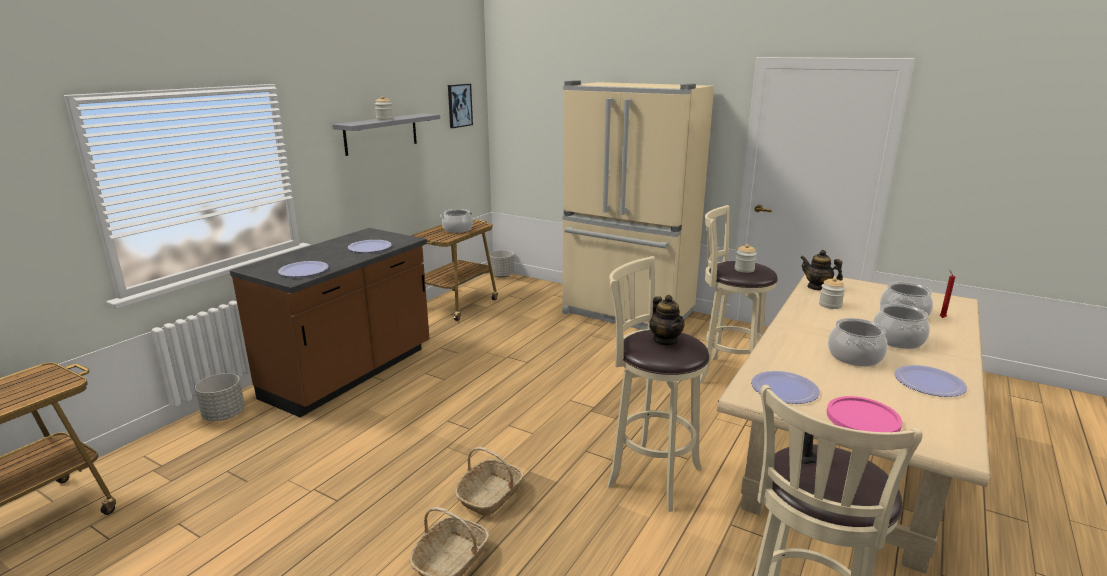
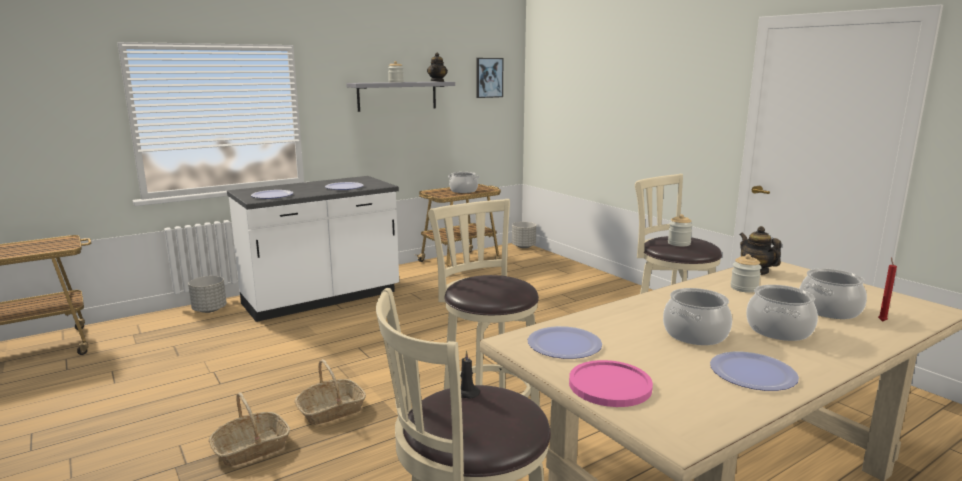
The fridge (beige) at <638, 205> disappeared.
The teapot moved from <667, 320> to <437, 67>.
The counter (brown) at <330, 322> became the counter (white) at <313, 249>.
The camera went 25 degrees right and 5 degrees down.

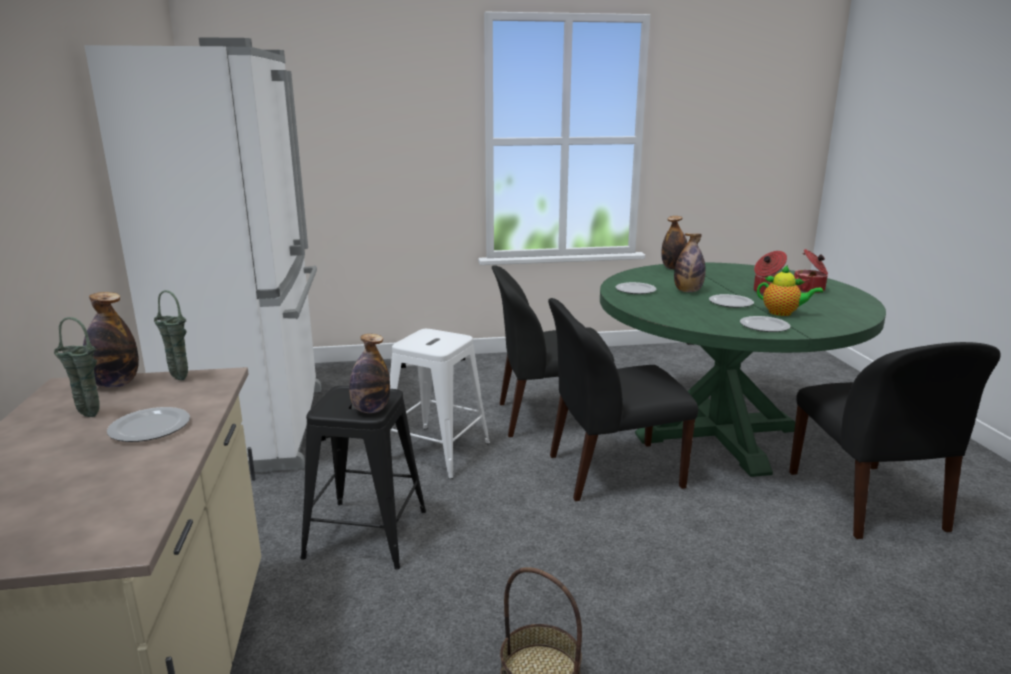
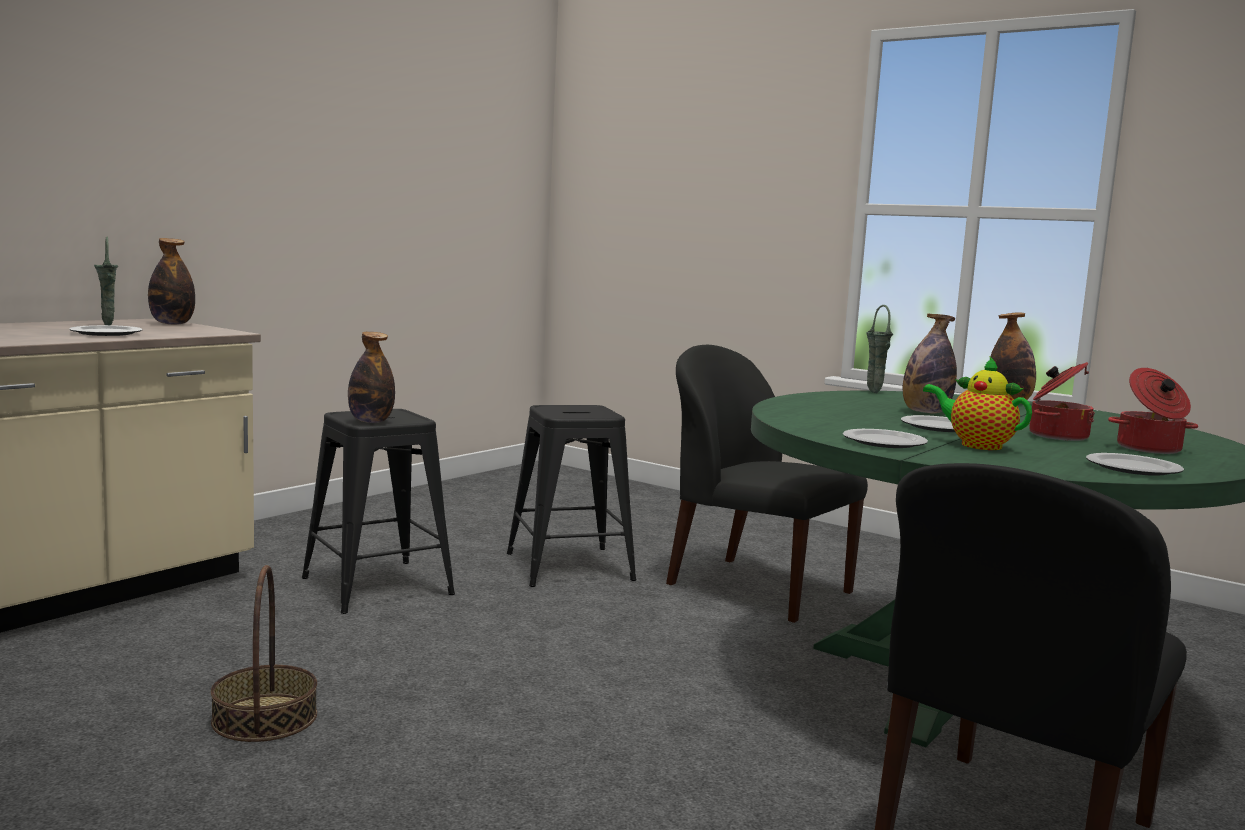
The fridge (white) at <202, 255> disappeared.
The chair (black) at <623, 399> disappeared.
The vase (green) moved from <171, 335> to <879, 349>.
The plate moved from <636, 288> to <1135, 464>.
The stool (white) at <440, 404> became the stool (black) at <571, 496>.
The teapot at <790, 290> turned 150 degrees clockwise.
The camera went 45 degrees right and 10 degrees down.

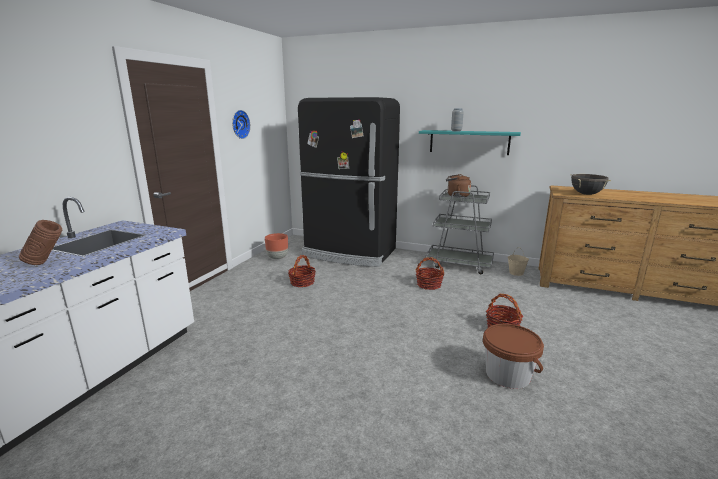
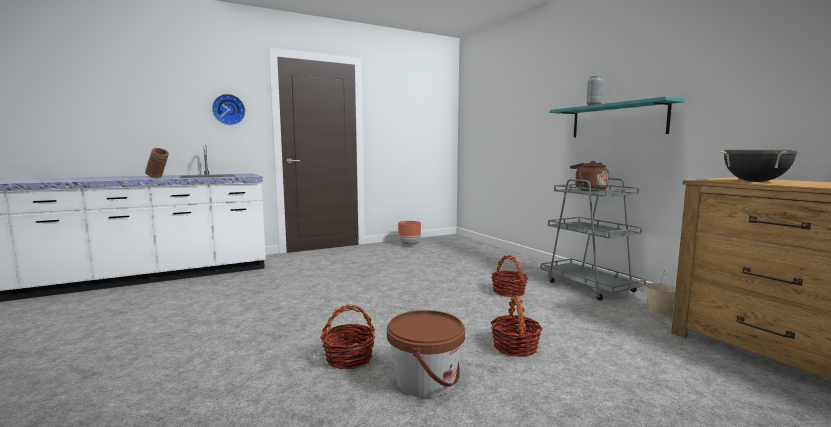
The fridge (black) at <349, 182> disappeared.
The wall clock moved from <241, 124> to <228, 109>.
The basket moved from <302, 271> to <347, 337>.
The camera went 40 degrees right and 10 degrees down.

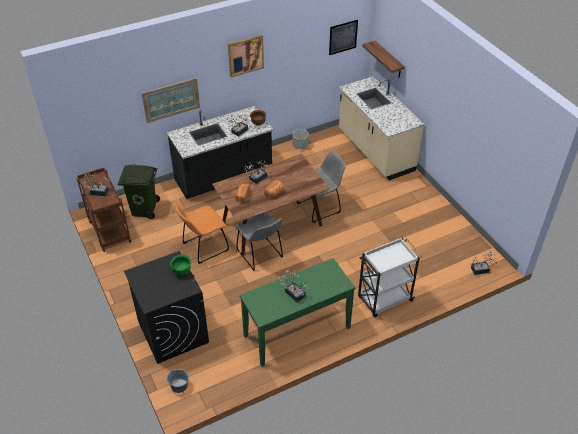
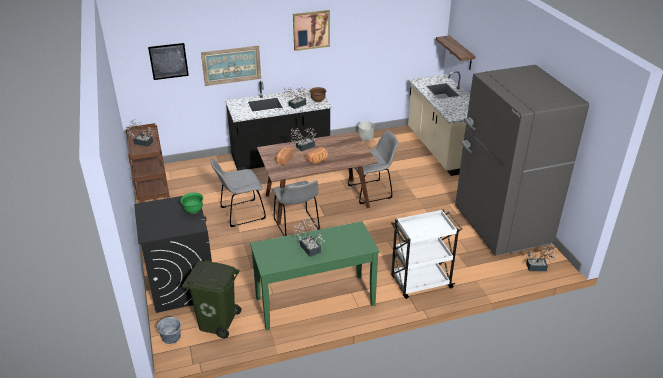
The fridge (grey) at <522, 160> appeared.
The trash can (green) moved from <139, 192> to <211, 299>.
The picture moved from <343, 37> to <168, 61>.
The chair (orange) at <201, 234> became the chair (grey) at <238, 192>.
The camera went 10 degrees right and 10 degrees down.

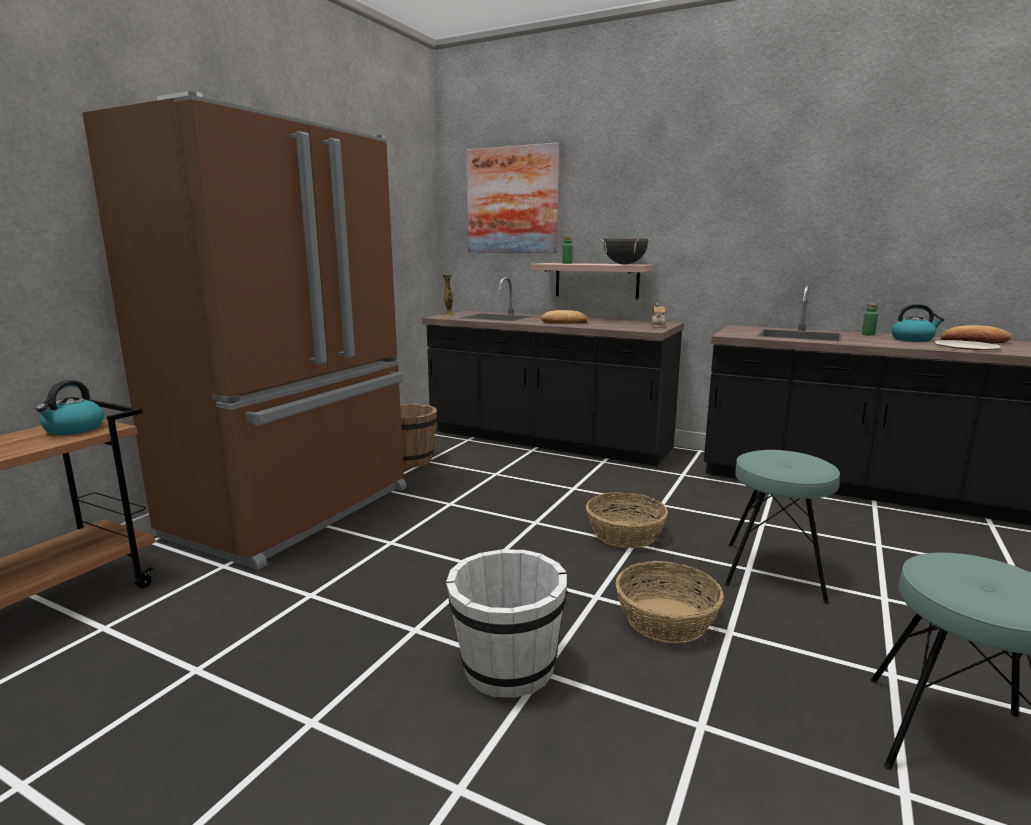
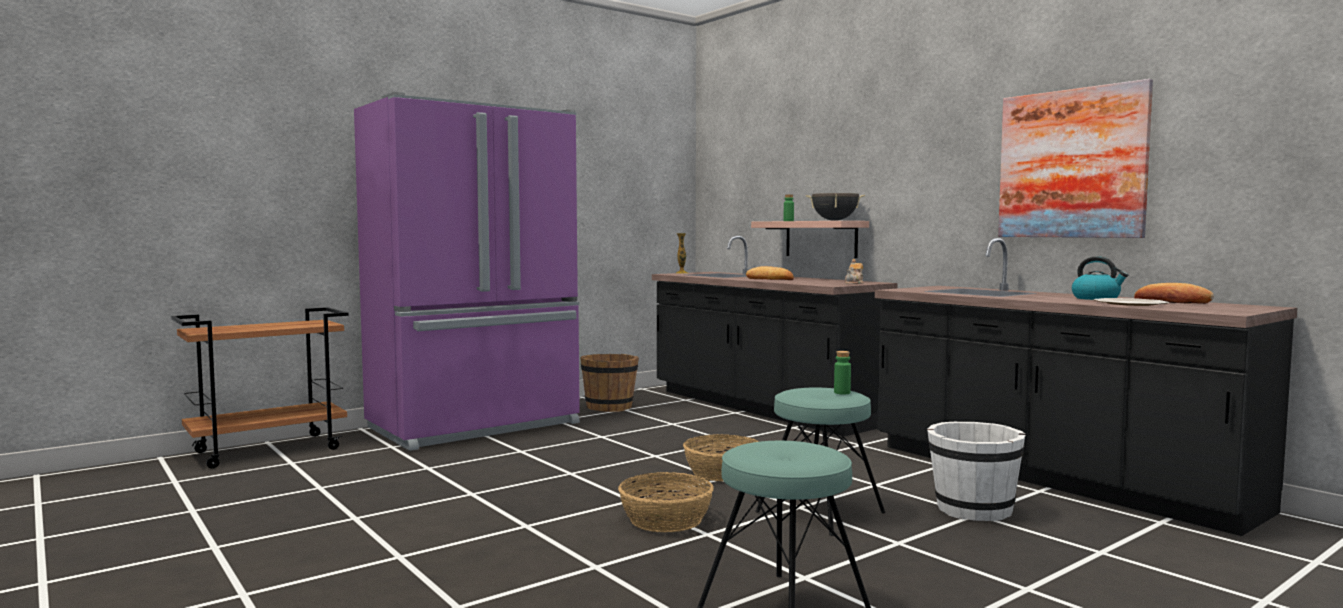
The kettle at <70, 407> disappeared.
The bucket (white) moved from <506, 623> to <976, 471>.
The picture moved from <512, 198> to <1075, 158>.
The bottle (green) moved from <870, 320> to <842, 373>.
The fridge (brown) at <244, 330> became the fridge (purple) at <467, 271>.
The camera went 25 degrees right and 10 degrees down.

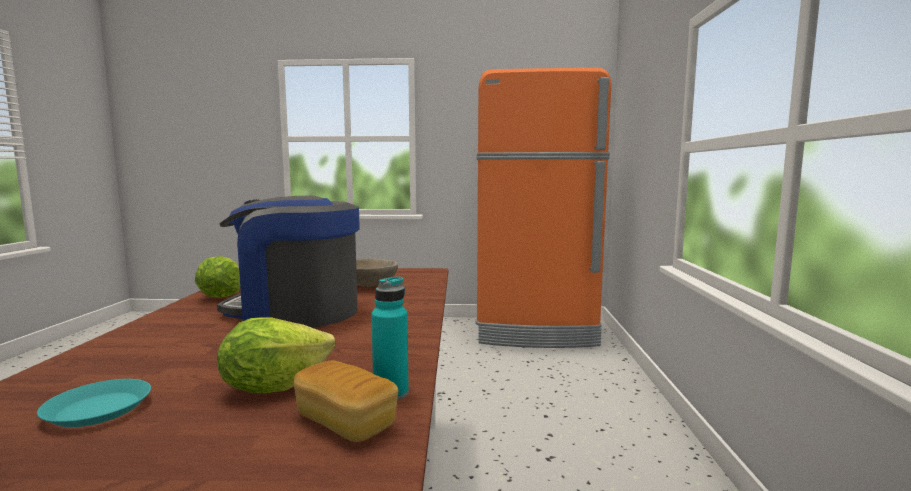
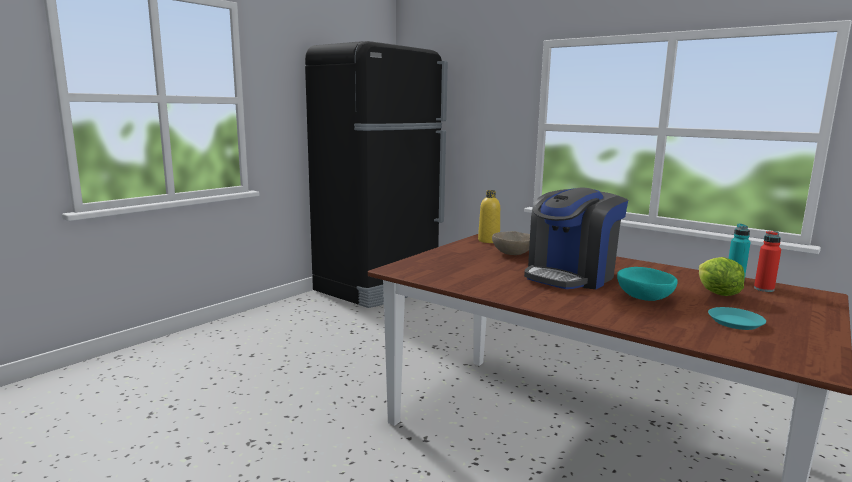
The lettuce at <217, 277> disappeared.
The bottle (yellow) at <489, 216> appeared.
The bowl (turquoise) at <647, 284> appeared.
The bread at <346, 401> was replaced by the bottle (red) at <767, 261>.
The fridge (orange) at <543, 208> became the fridge (black) at <376, 174>.
The camera went 55 degrees left and 5 degrees up.

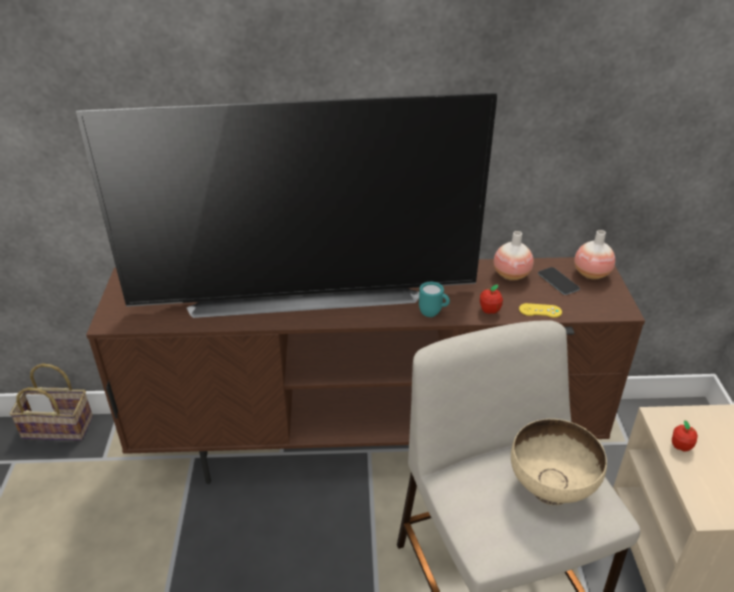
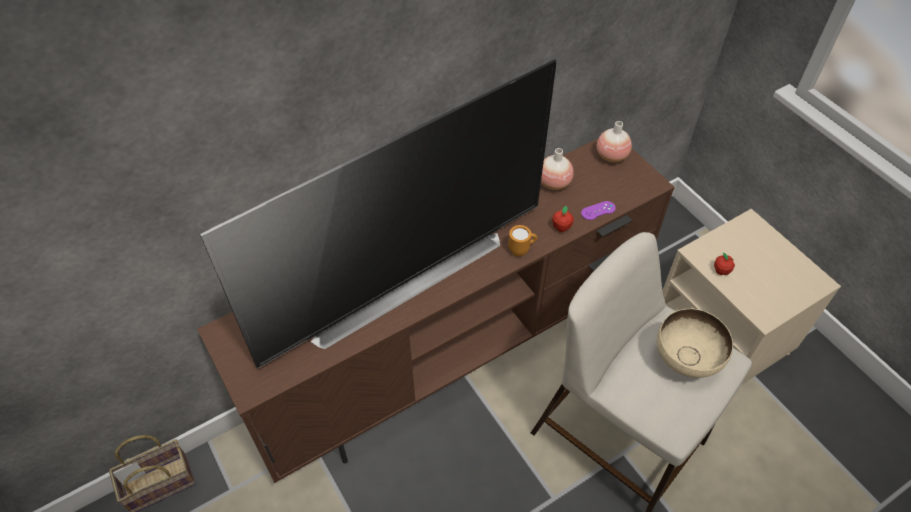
The phone at <559, 281> disappeared.
The mug (turquoise) at <434, 299> became the mug (orange) at <522, 240>.
The game controller (yellow) at <540, 310> became the game controller (purple) at <598, 210>.
The camera went 30 degrees left and 15 degrees up.

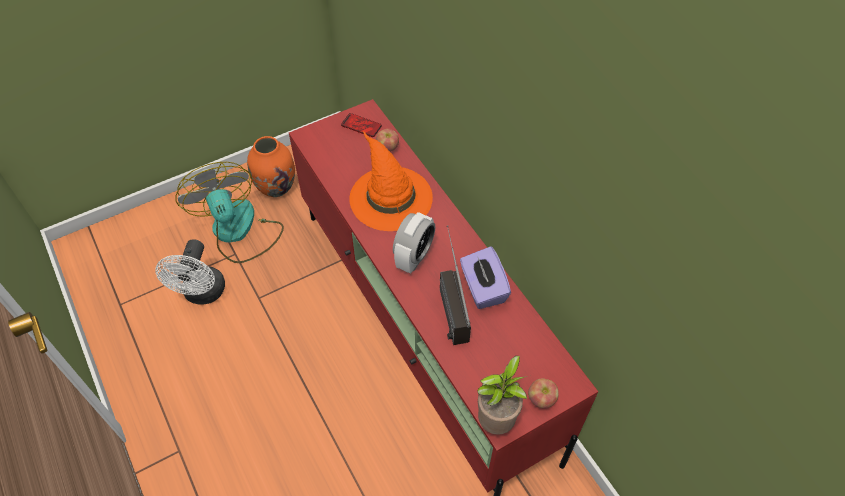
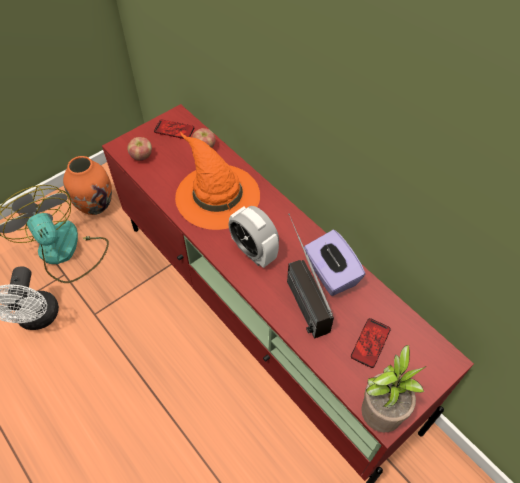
The phone at <371, 343> appeared.
The apple moved from <543, 393> to <139, 149>.
The alarm clock at <414, 243> turned 120 degrees clockwise.
The camera went 10 degrees left and 0 degrees up.

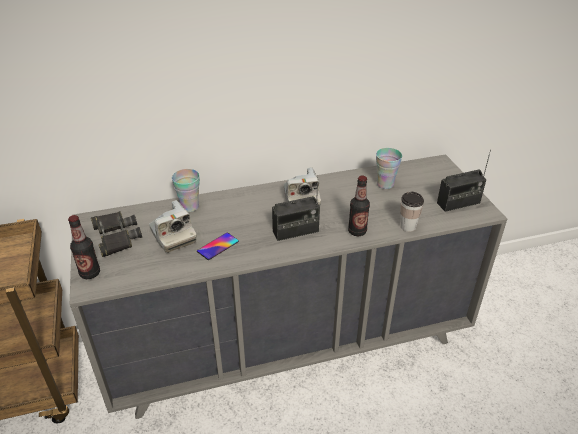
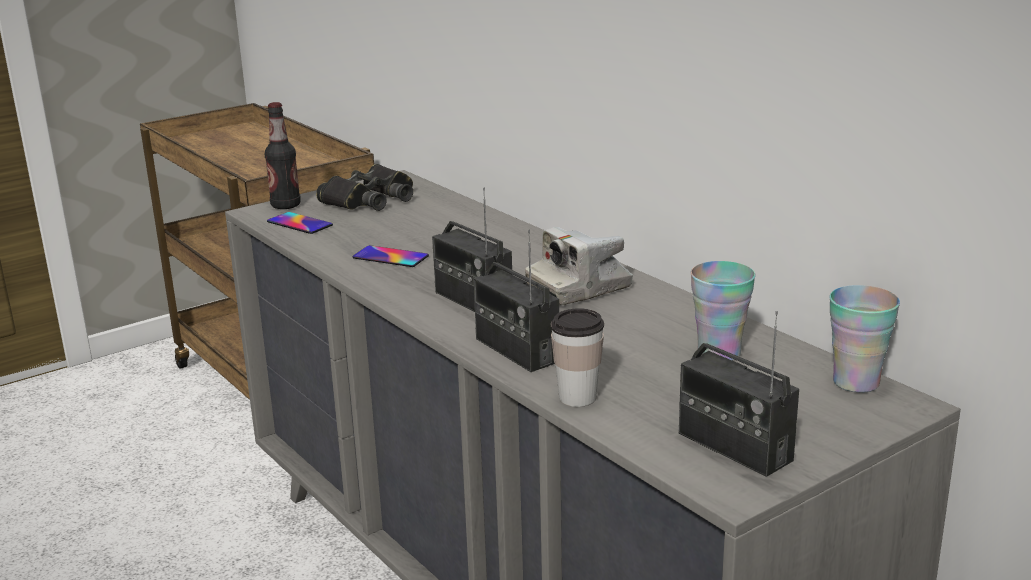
The photo camera at <173, 226> disappeared.
The phone at <300, 223> appeared.
The cup moved from <186, 190> to <865, 339>.
The bottle at <359, 205> was replaced by the radio at <516, 301>.
The camera went 70 degrees right and 15 degrees down.

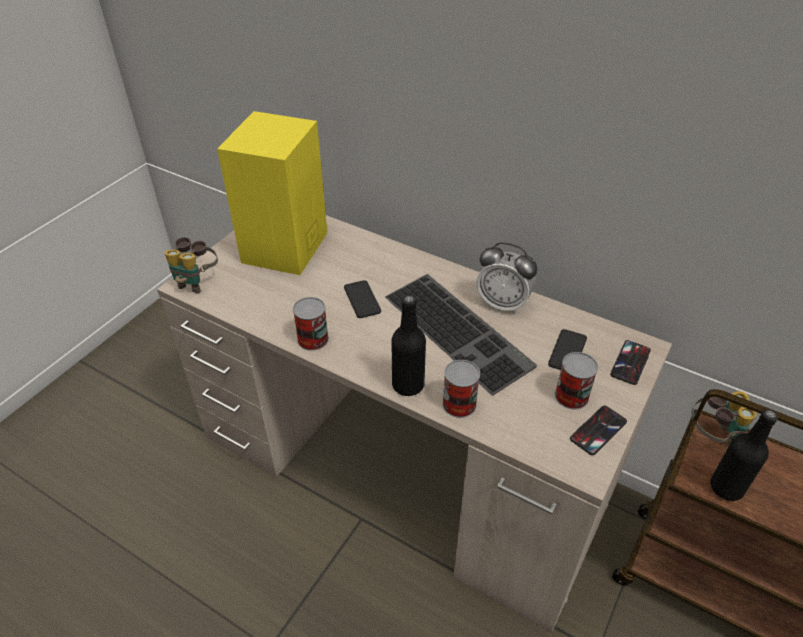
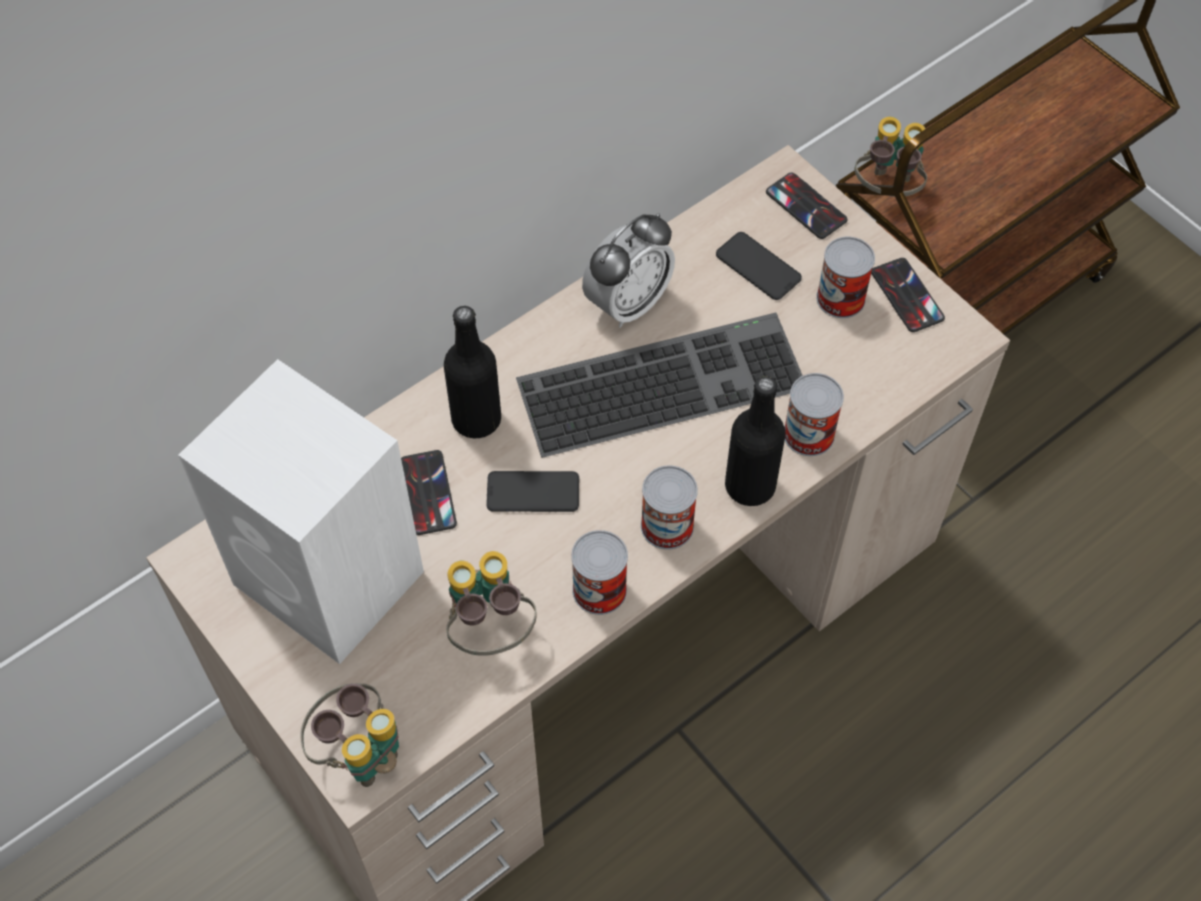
The phone at <429, 492> appeared.
The binoculars at <491, 603> appeared.
The can at <669, 507> appeared.
The bottle (black) moved from <744, 455> to <472, 372>.
The speaker (yellow) at <272, 193> became the speaker (white) at <301, 511>.
The camera went 70 degrees left and 15 degrees up.

